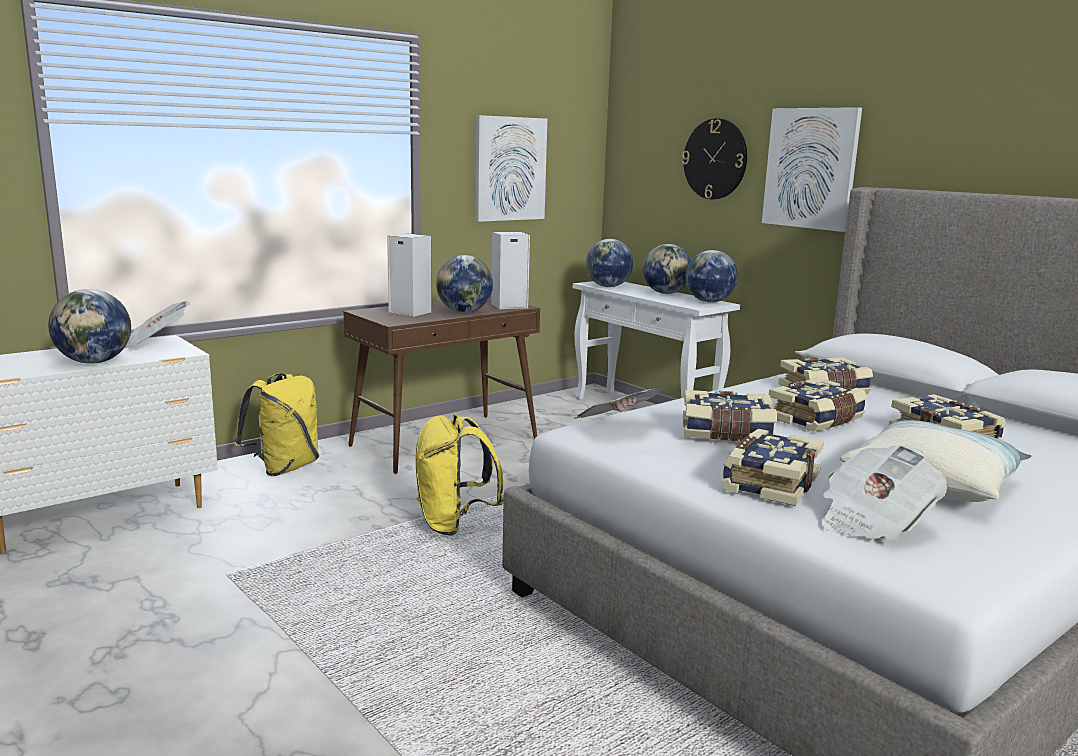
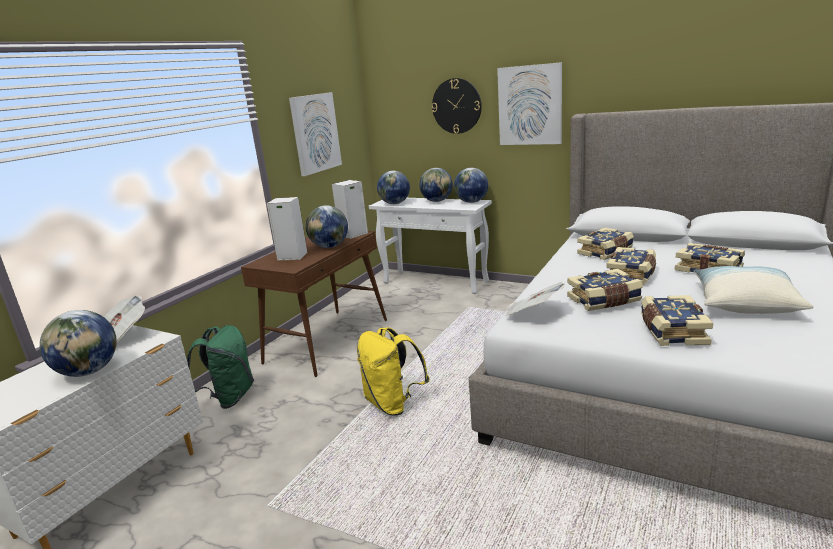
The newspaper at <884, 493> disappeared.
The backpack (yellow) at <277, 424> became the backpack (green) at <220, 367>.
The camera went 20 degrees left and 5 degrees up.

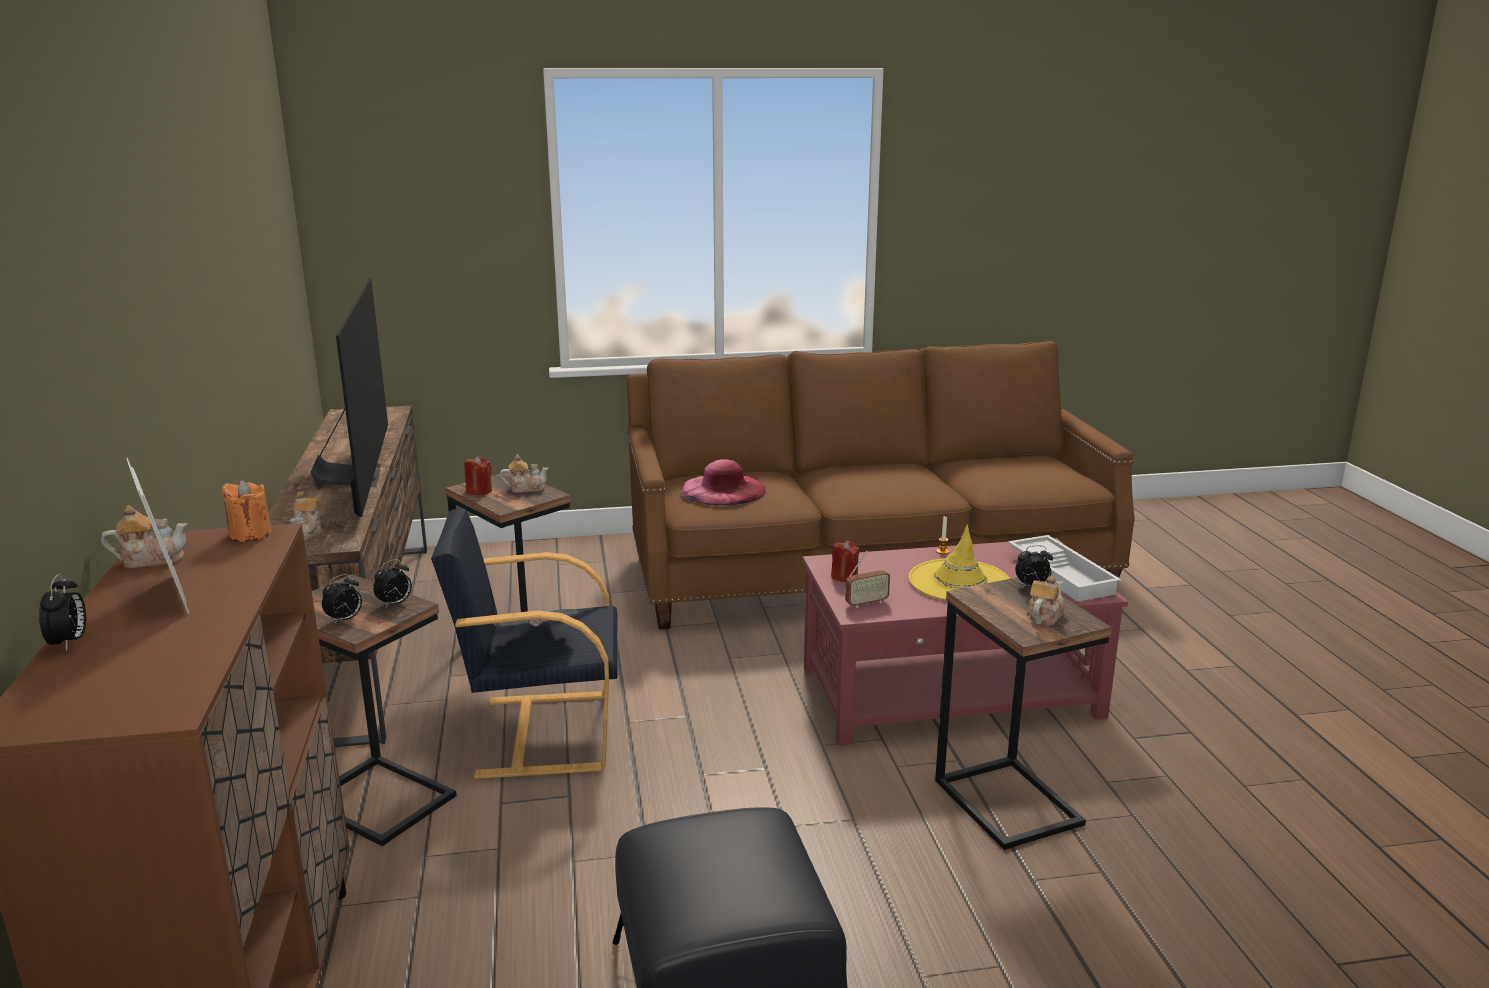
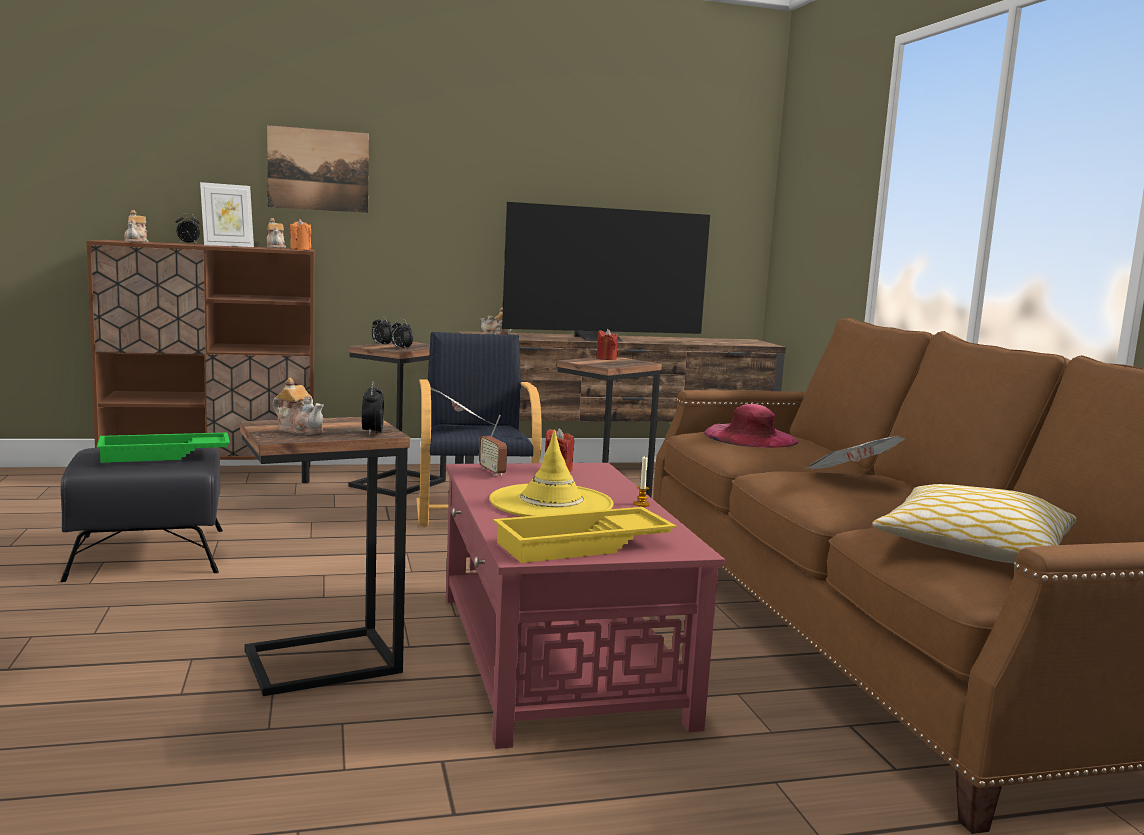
The tray (green) at <163, 447> appeared.
The picture at <318, 169> appeared.
The newspaper at <854, 452> appeared.
The pillow at <975, 524> appeared.
The teapot moved from <524, 474> to <136, 226>.
The tray (white) at <1065, 568> became the tray (yellow) at <585, 535>.
The camera went 85 degrees right and 10 degrees down.

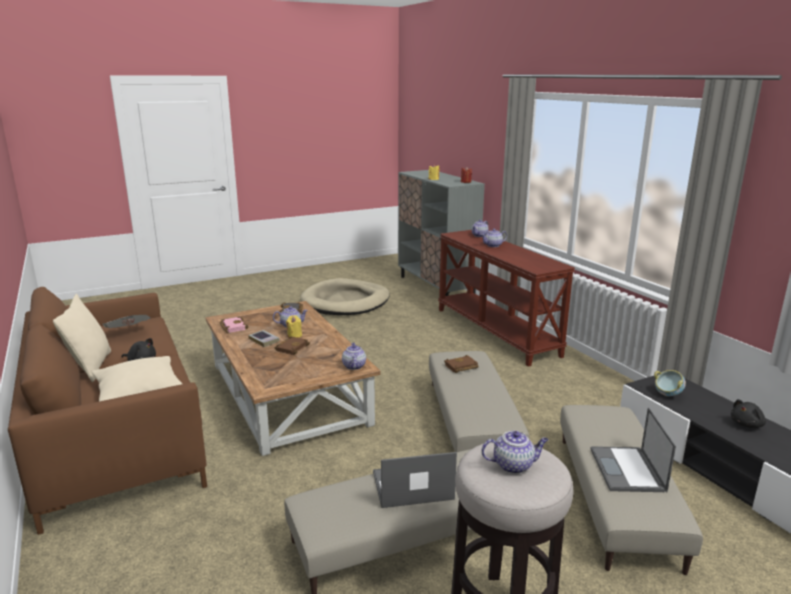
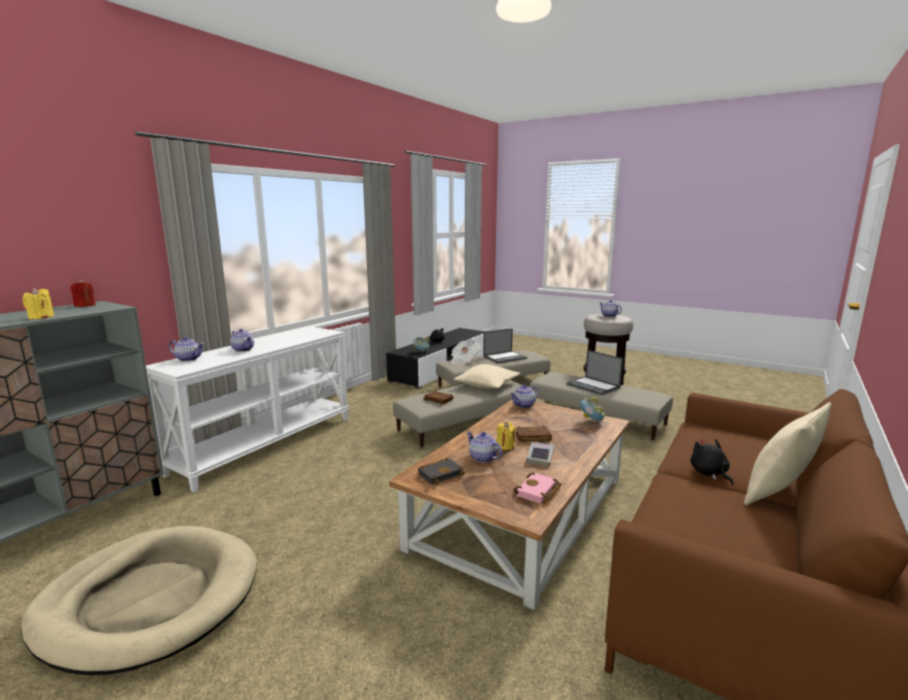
The bowl at <592, 409> appeared.
The pillow (beige) moved from <136, 378> to <487, 376>.
The newspaper moved from <127, 321> to <466, 351>.
The console table (brown) at <506, 298> became the console table (white) at <247, 409>.
The camera went 120 degrees left and 5 degrees down.

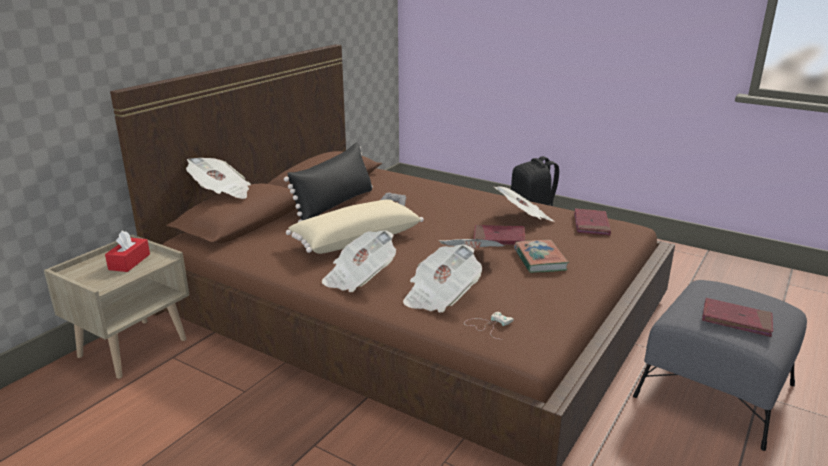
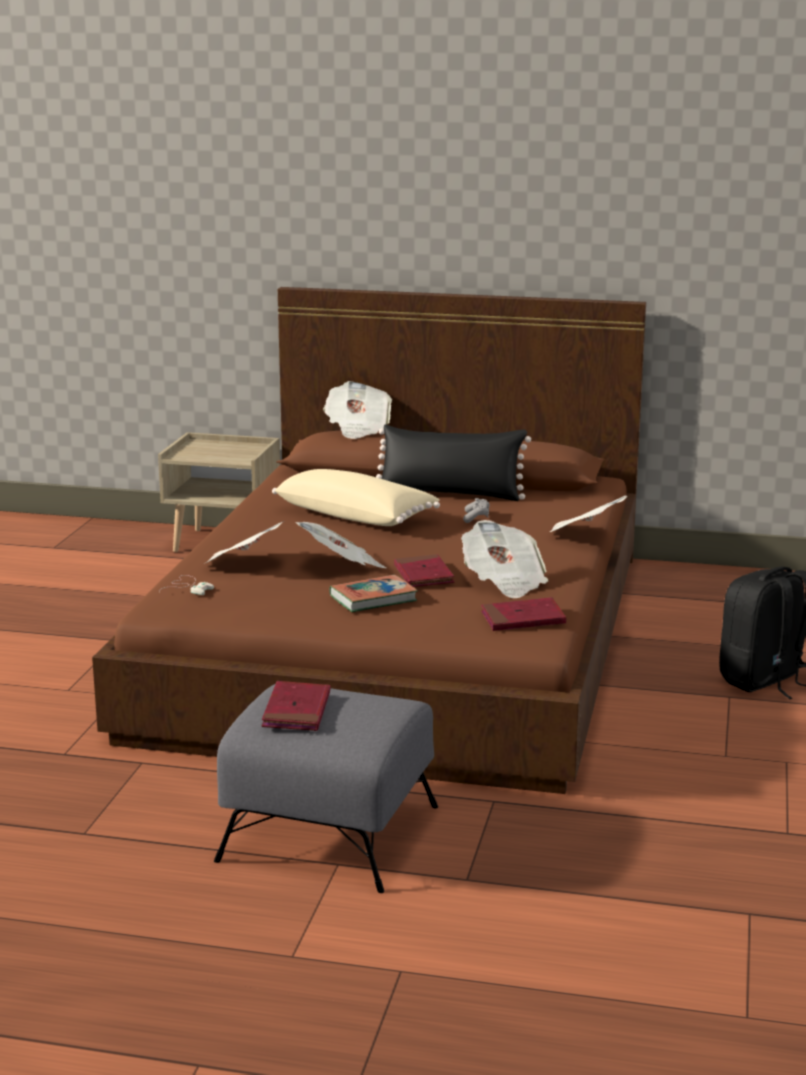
The tissue box (red) at <127, 251> disappeared.
The newspaper moved from <359, 261> to <588, 513>.
The camera went 70 degrees right and 5 degrees down.

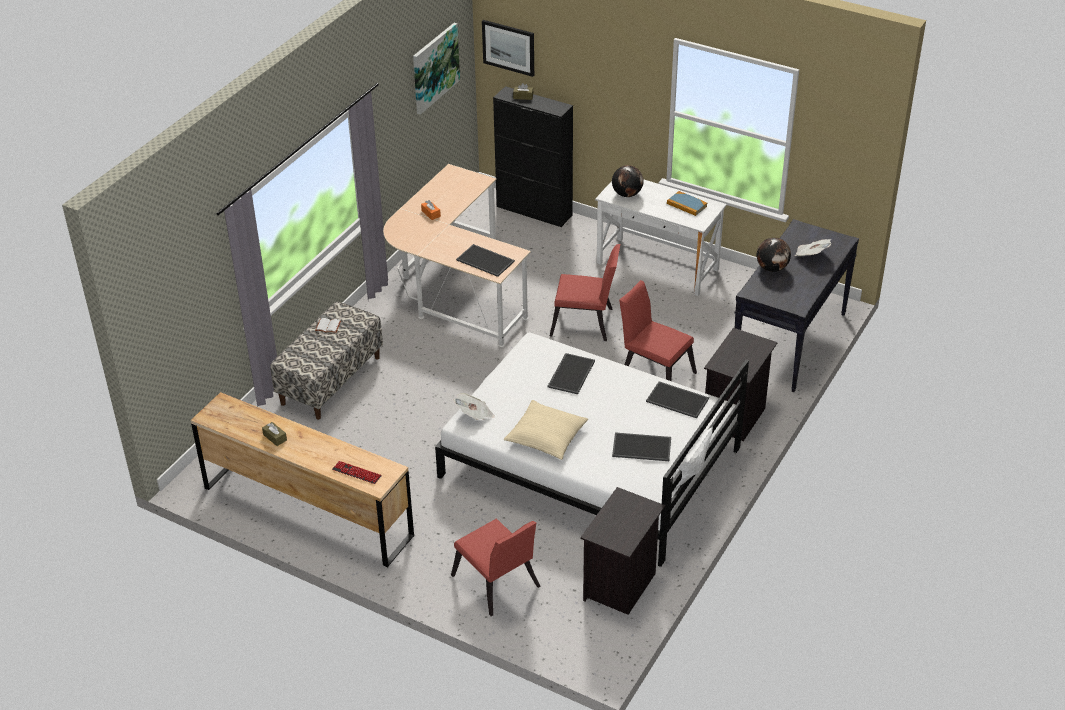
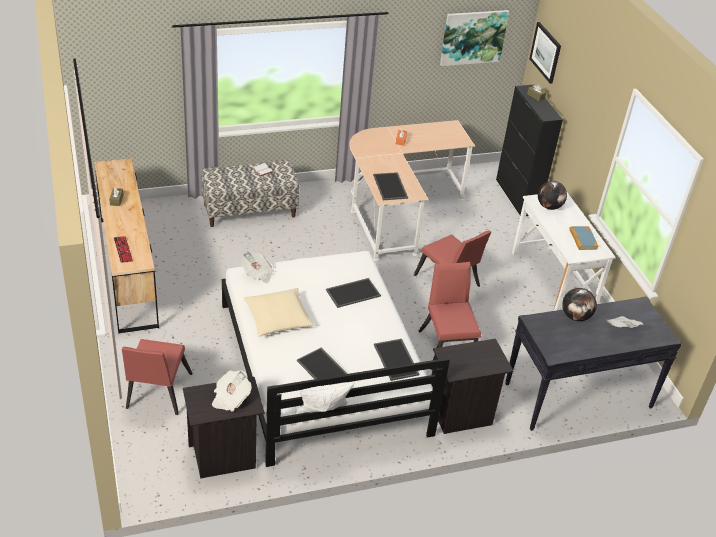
The newspaper at <231, 391> appeared.
The camera went 40 degrees right and 0 degrees up.

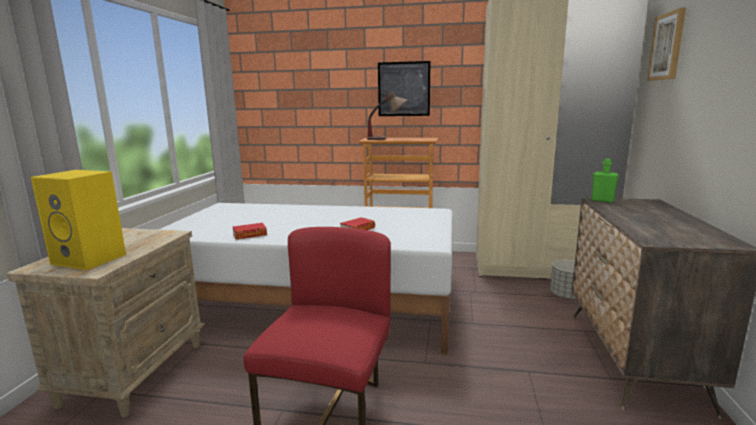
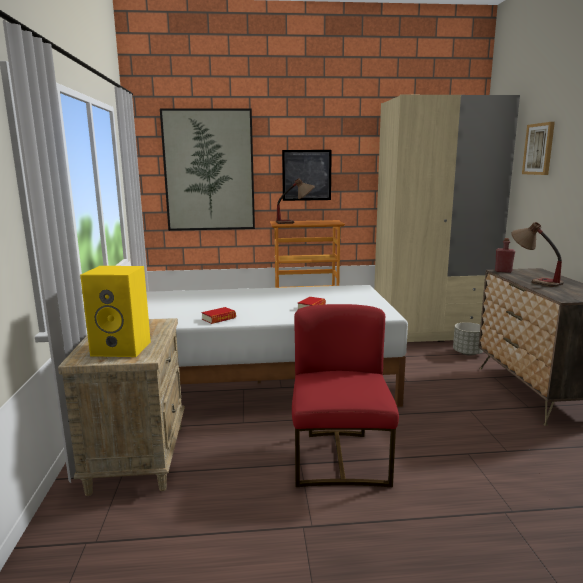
The picture at <207, 169> appeared.
The table lamp at <537, 254> appeared.
The bottle (green) at <605, 181> became the bottle (red) at <505, 255>.
The camera went 15 degrees left and 0 degrees up.

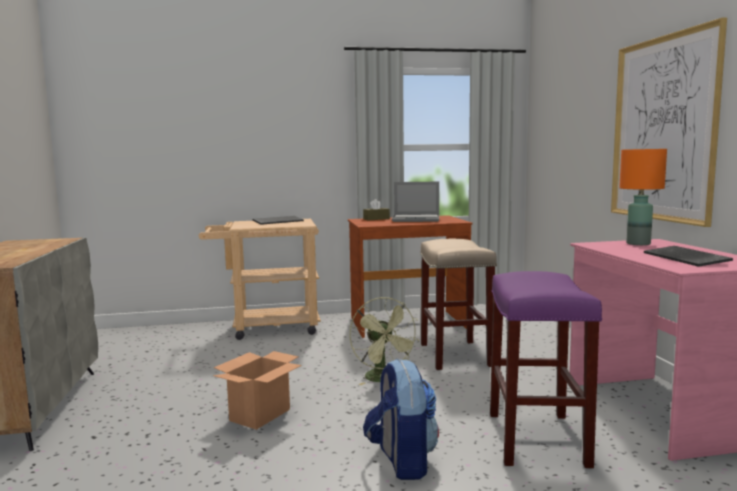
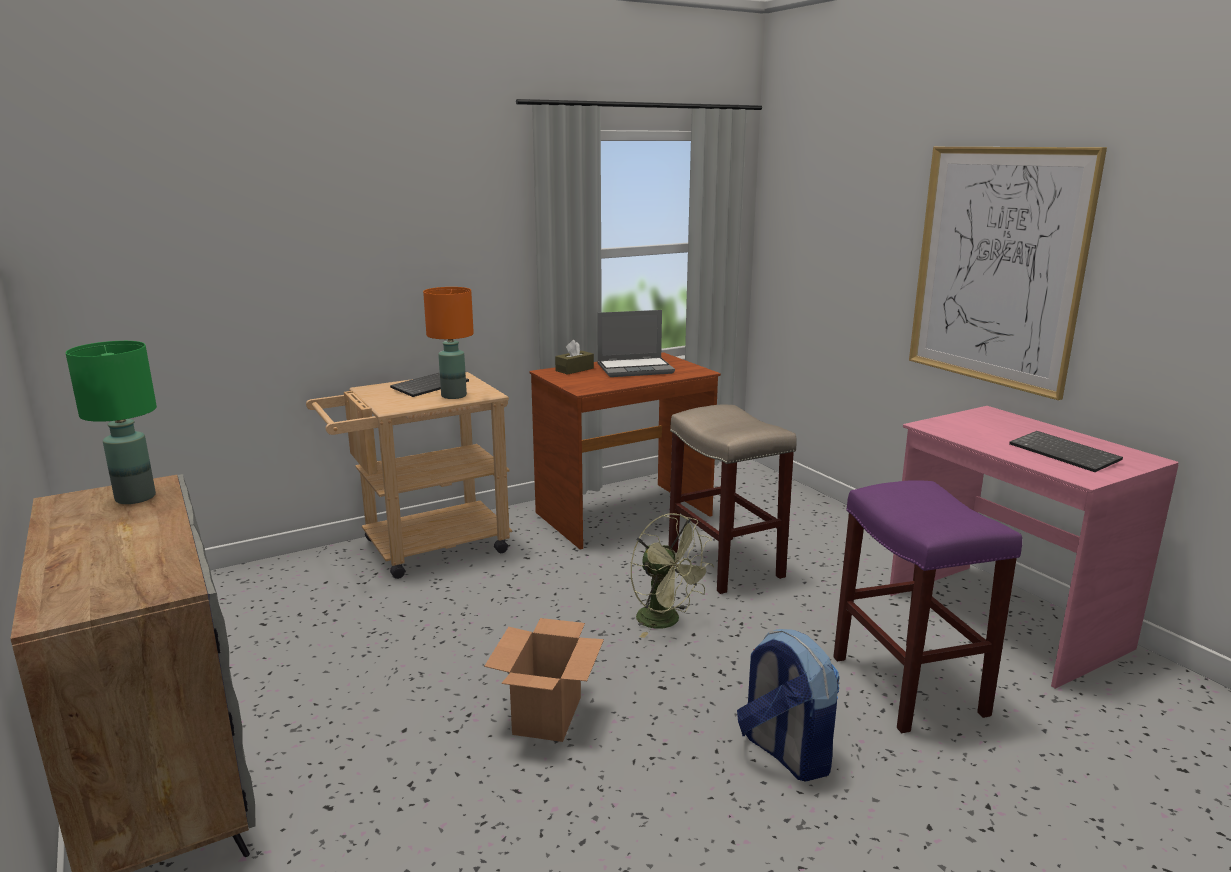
The table lamp (green) at <111, 422> appeared.
The table lamp (orange) moved from <643, 197> to <448, 343>.
The camera went 20 degrees left and 10 degrees up.

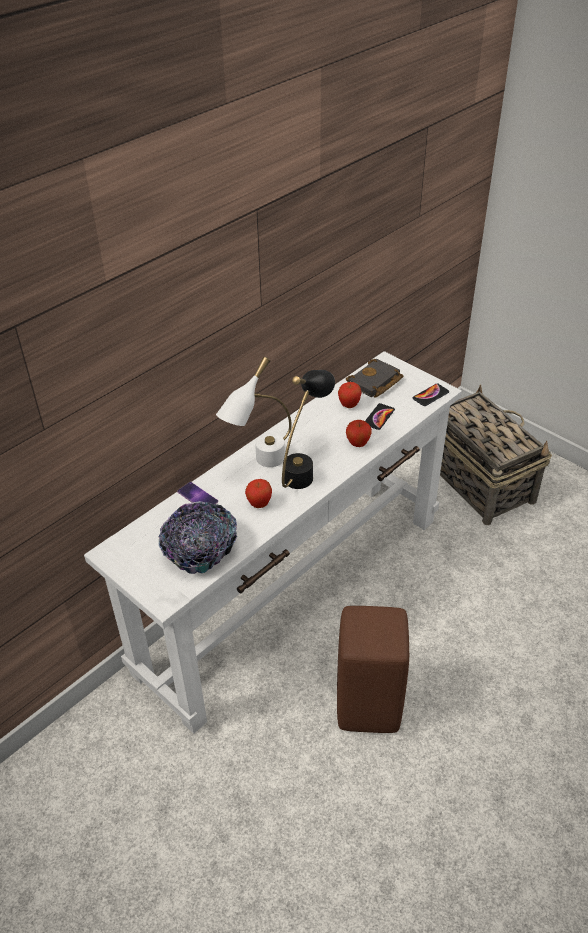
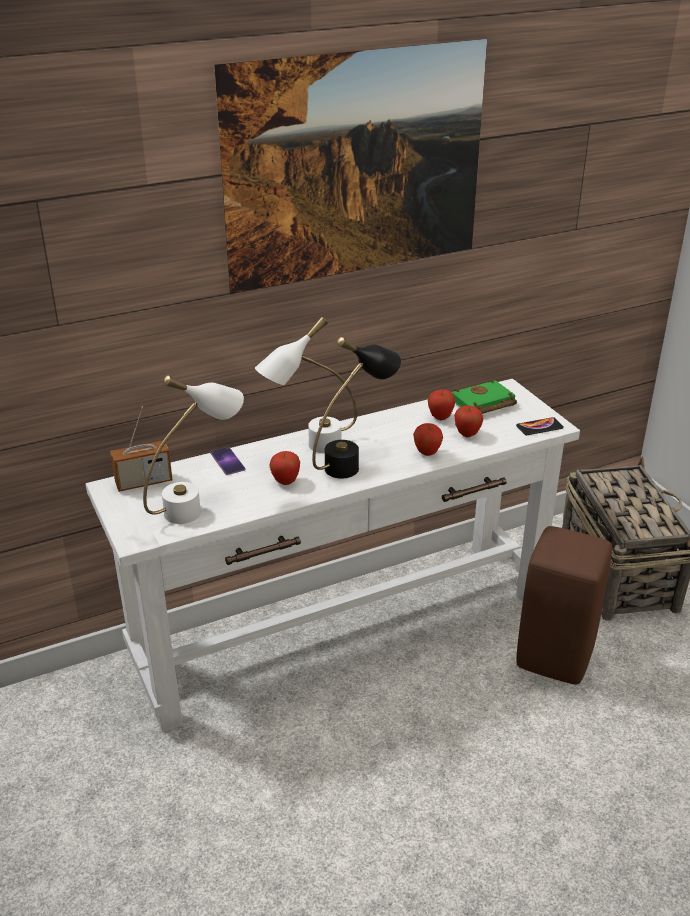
The radio at <141, 449> appeared.
The picture at <350, 166> appeared.
The stool (brown) moved from <373, 669> to <564, 605>.
The bowl at <198, 537> was replaced by the table lamp (white) at <193, 449>.
The phone at <380, 416> was replaced by the apple at <468, 421>.
The book (black) at <374, 378> became the book (green) at <484, 396>.
The camera went 20 degrees right and 10 degrees down.

